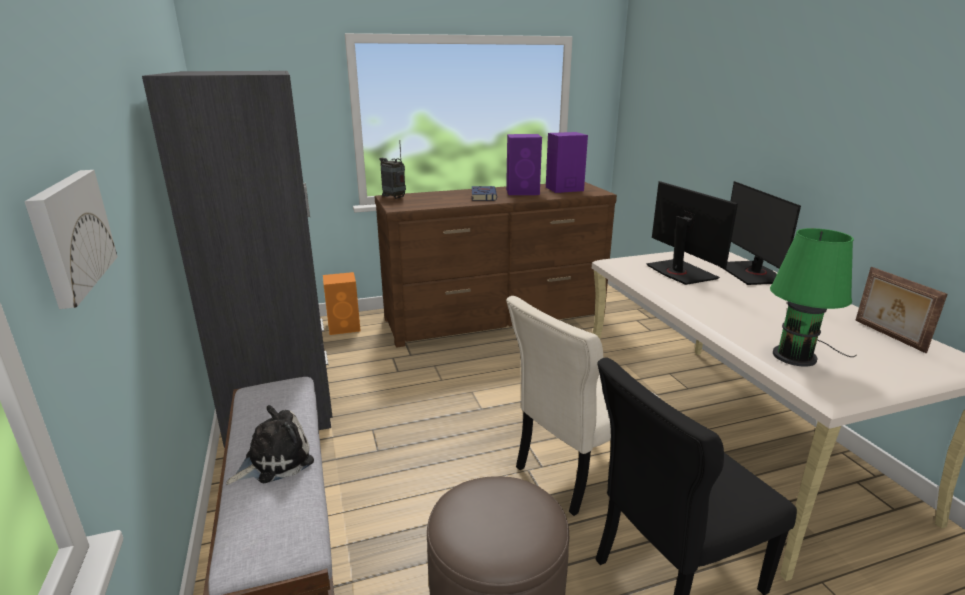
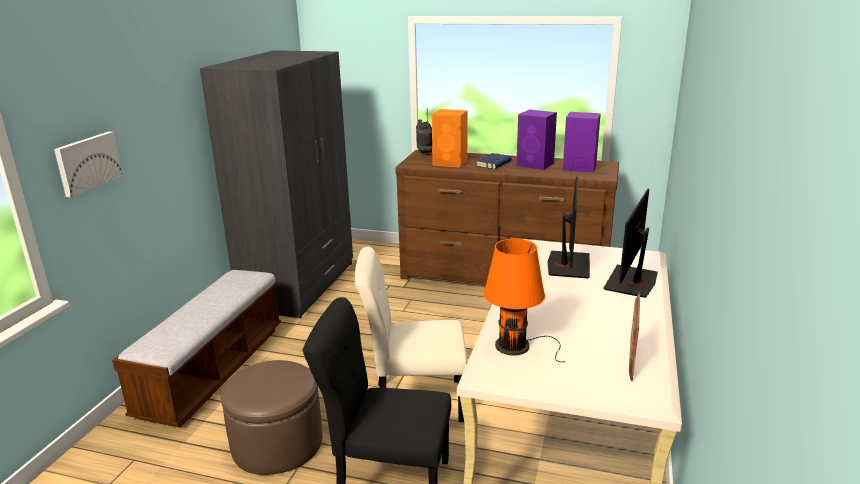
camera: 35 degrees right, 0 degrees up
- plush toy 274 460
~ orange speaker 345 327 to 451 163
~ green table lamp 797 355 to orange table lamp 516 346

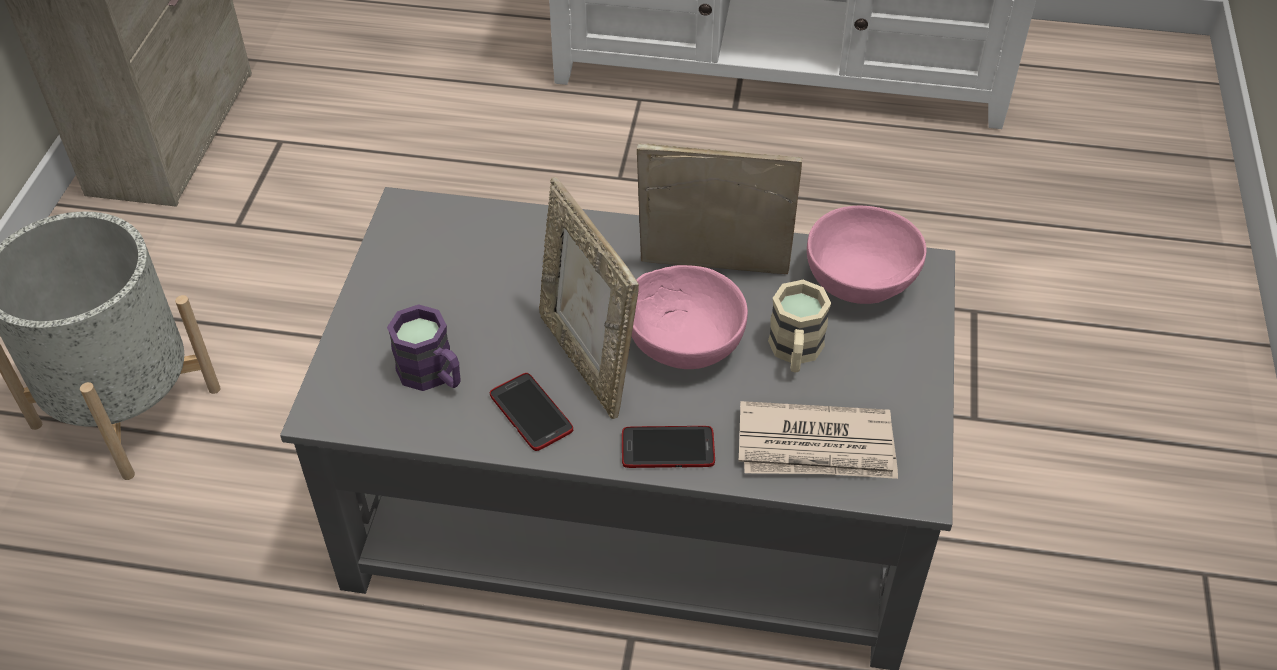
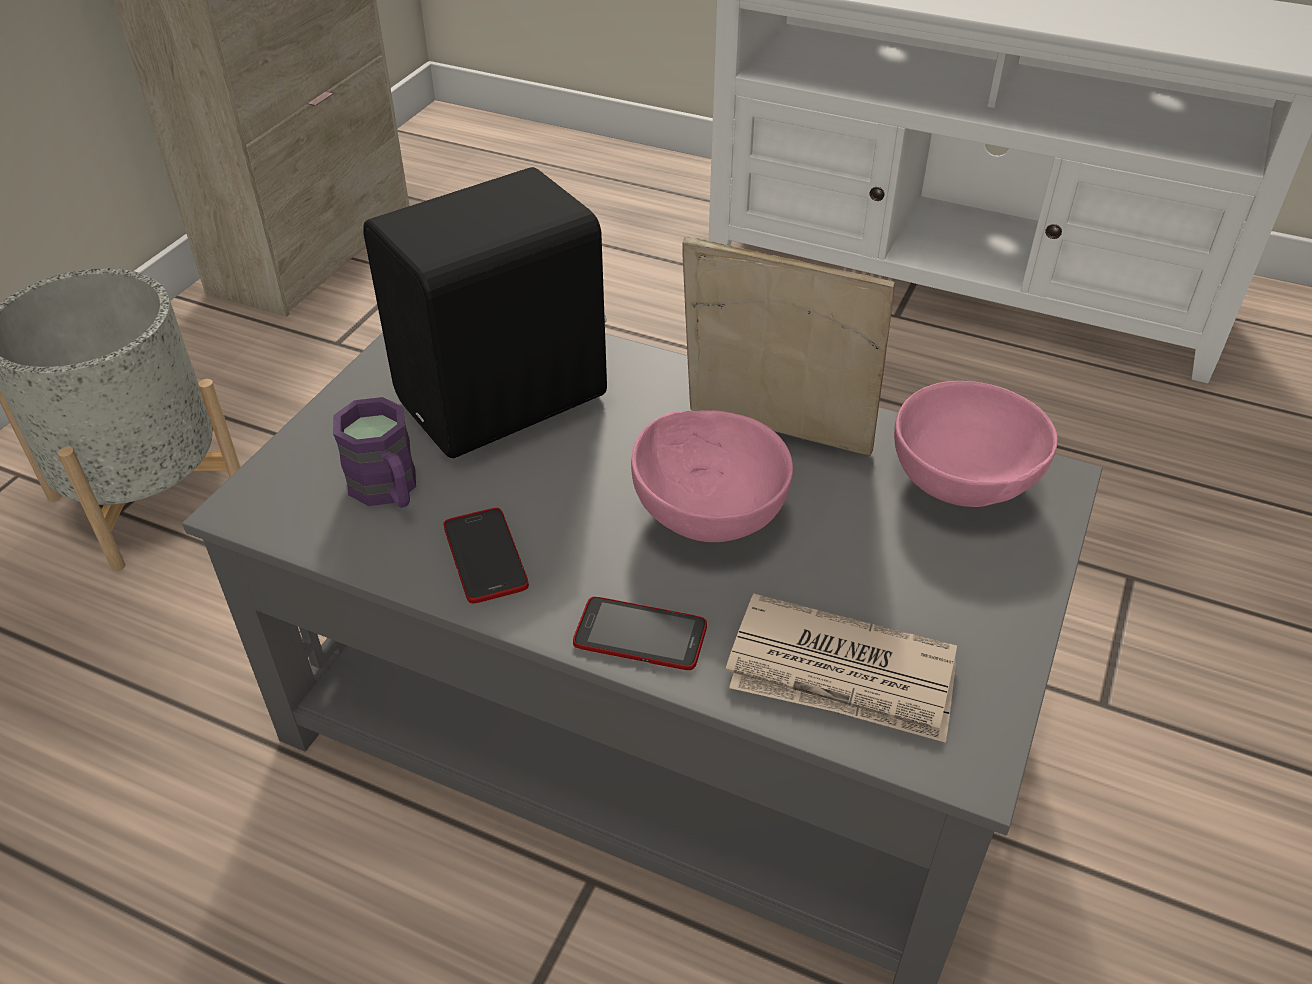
camera: 15 degrees right, 5 degrees down
- picture frame 587 360
- beige mug 795 353
+ black speaker 507 401

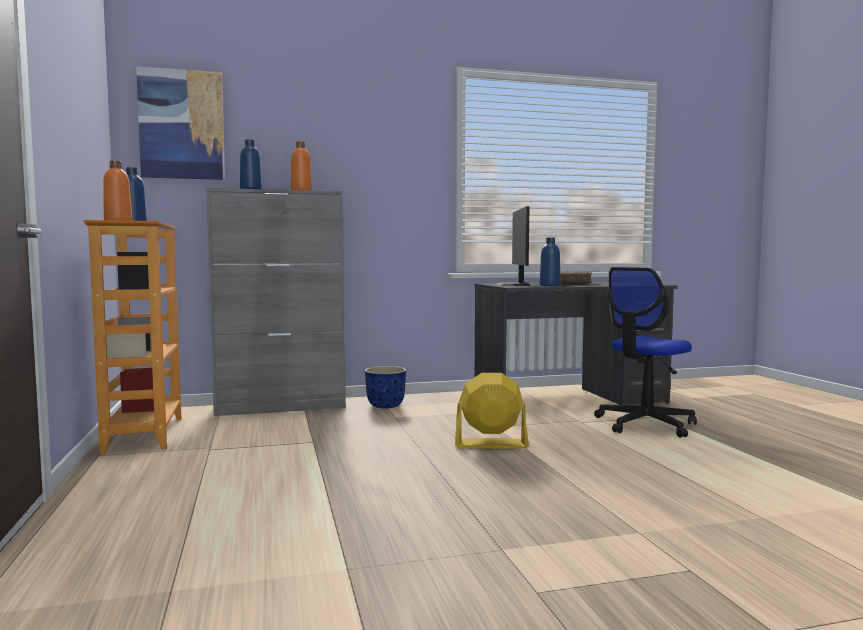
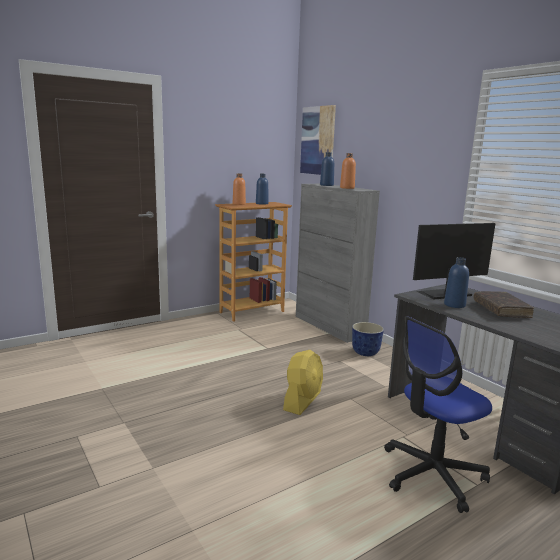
camera: 70 degrees right, 10 degrees up
~ yellow fan 490 444 = 302 401 45 degrees clockwise
~ office chair 645 424 = 432 474 60 degrees counterclockwise

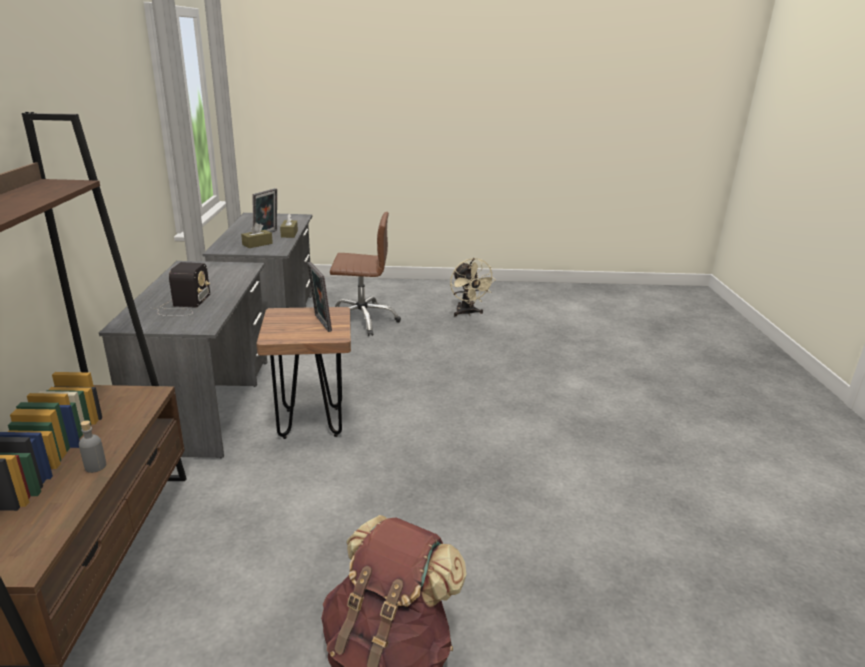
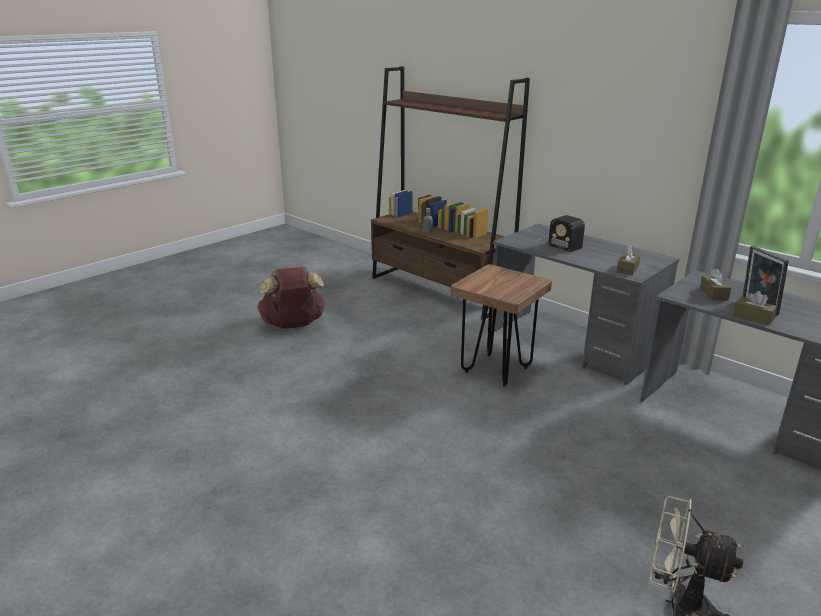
camera: 135 degrees right, 0 degrees up
- picture frame 320 323
- brown office chair 362 320
+ brown tissue box 627 269

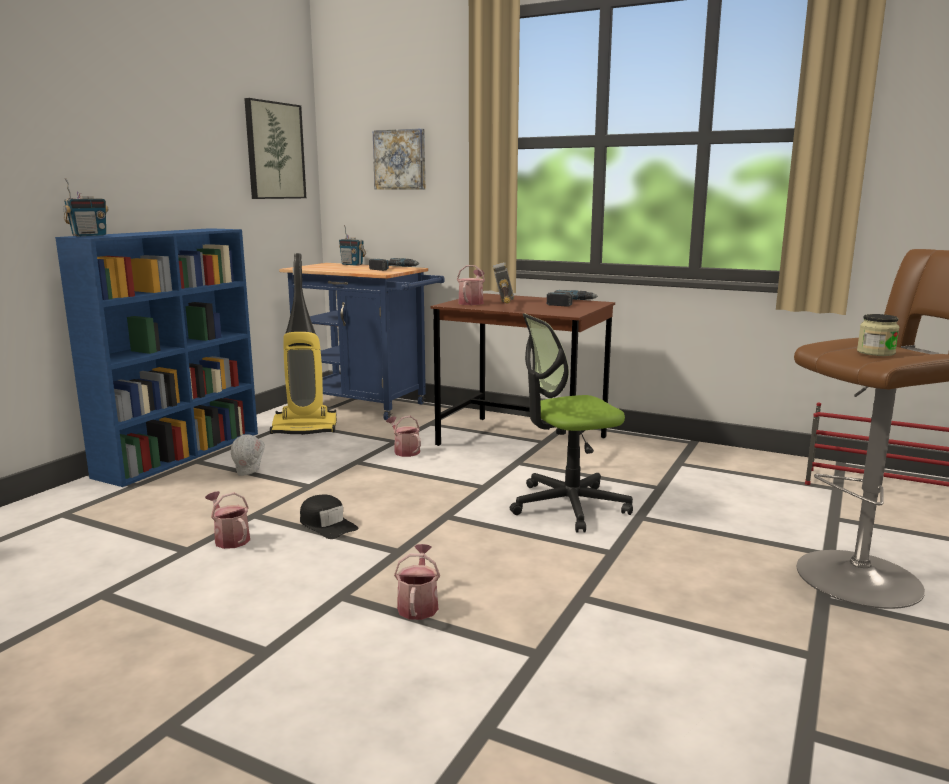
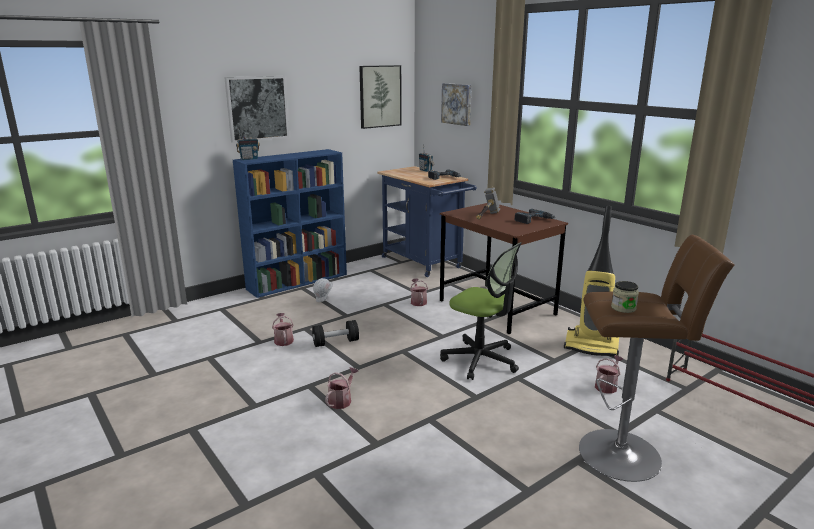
camera: 25 degrees right, 5 degrees up
+ picture 257 108
~ vacuum cleaner 305 428 to 592 346
~ watering can 472 302 to 607 386
~ black cap 327 525 to black dumbbell 336 342
~ office chair 568 506 = 480 360 150 degrees counterclockwise

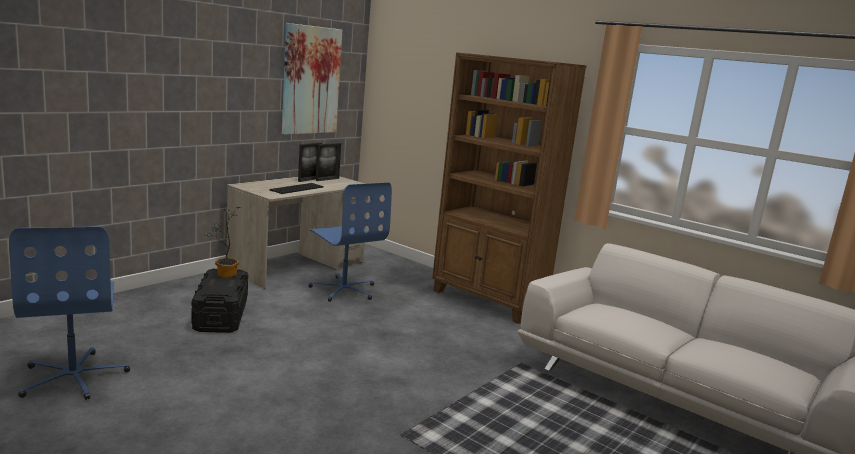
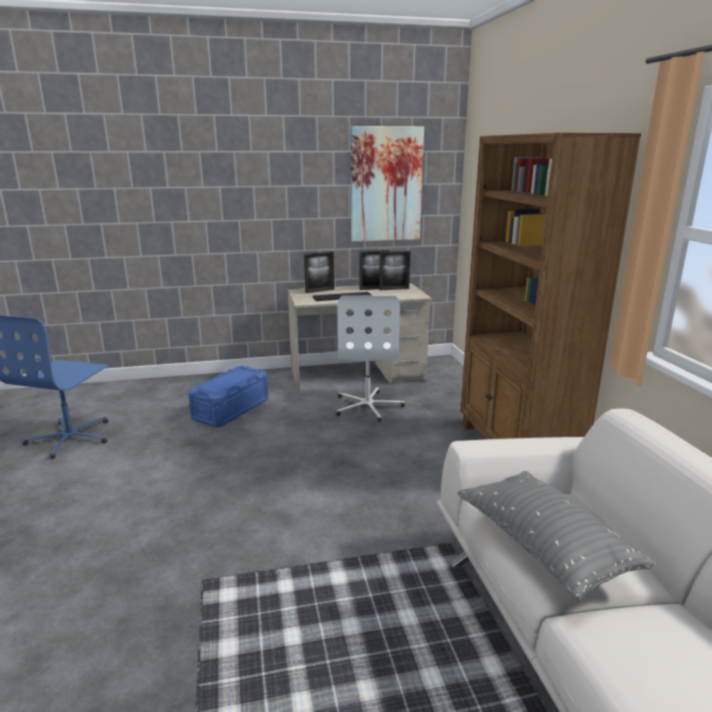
camera: 40 degrees right, 5 degrees up
- potted plant 224 275
+ picture frame 319 291
+ grey pillow 544 547
~ black storage box 221 315 to blue storage box 231 409
~ blue office chair 344 290 to white office chair 368 406

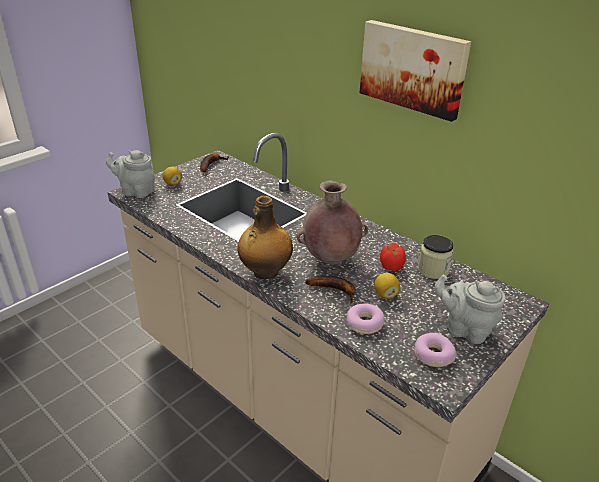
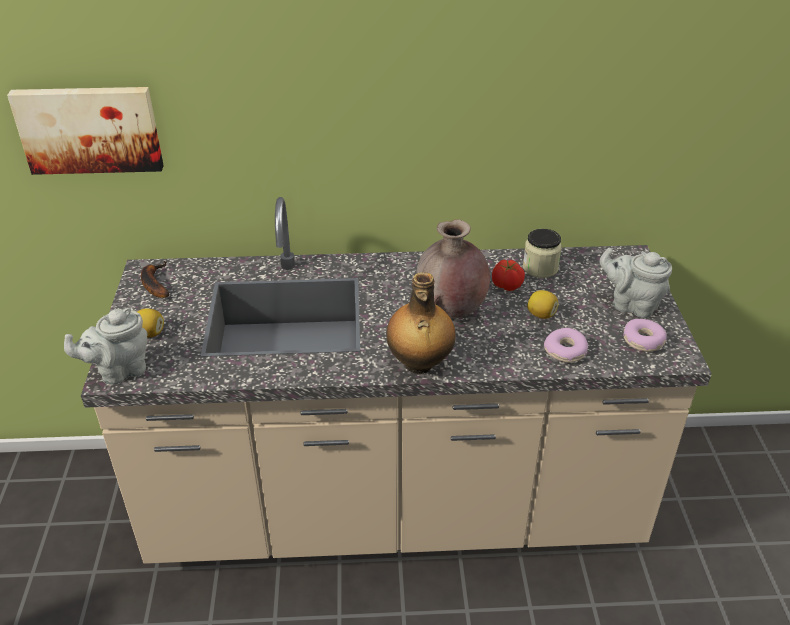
camera: 45 degrees left, 5 degrees up
- banana 335 290
~ picture 413 68 to 90 128
~ grey teapot 464 329 = 631 305 45 degrees clockwise

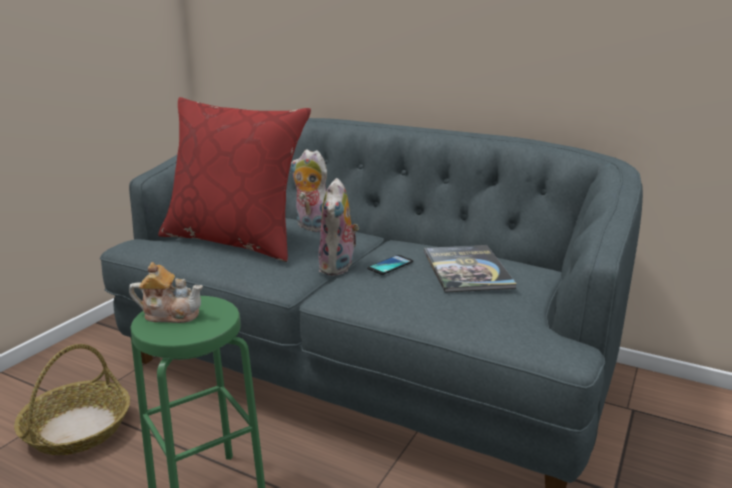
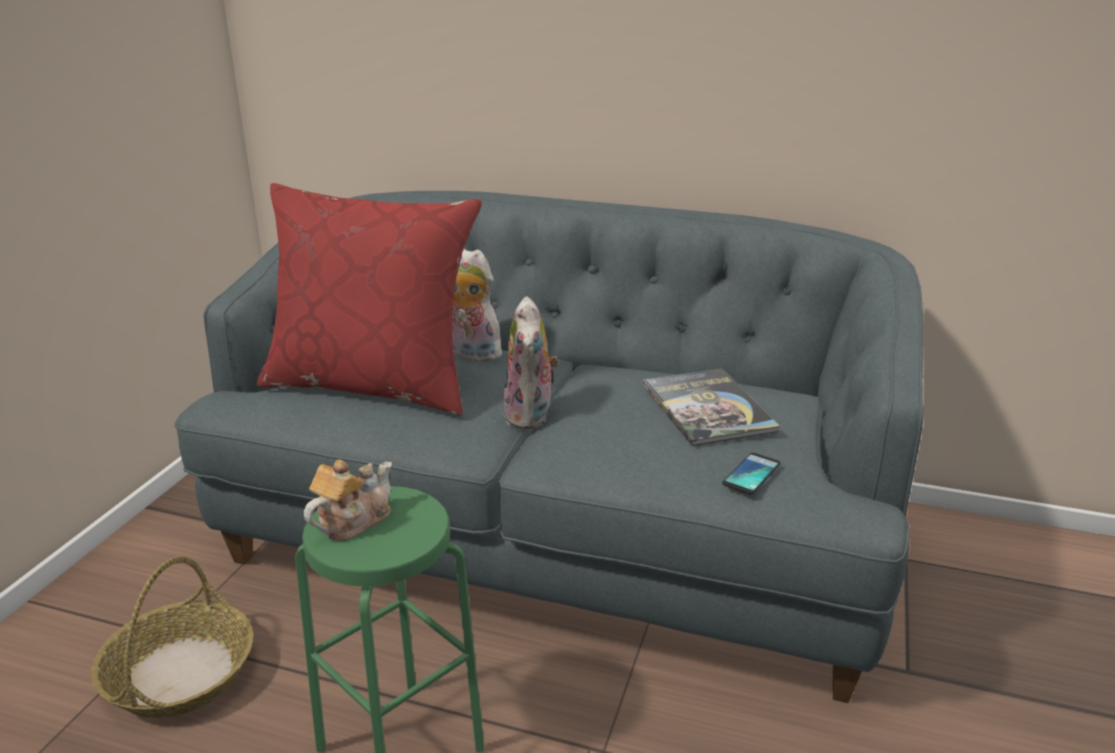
camera: 10 degrees left, 5 degrees up
~ phone 390 265 to 751 474
~ teapot 170 314 = 352 521 45 degrees counterclockwise

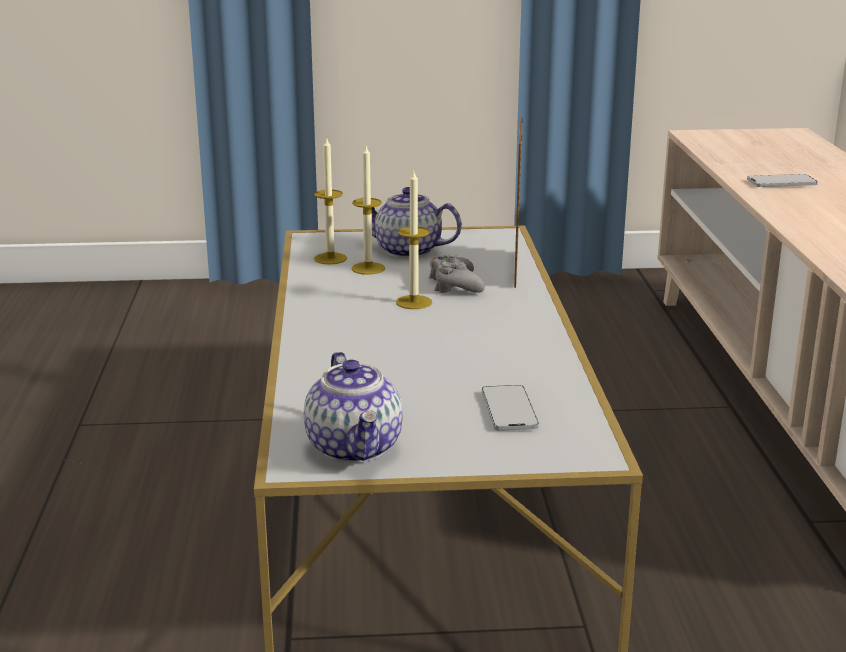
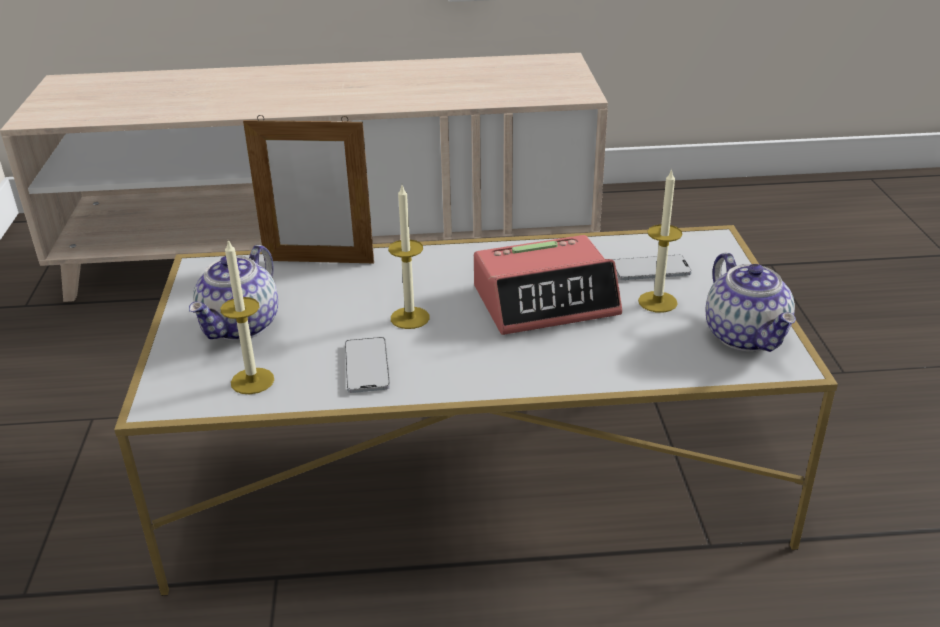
camera: 90 degrees left, 10 degrees up
- grey game controller 455 285
+ alarm clock 546 300
~ candle 368 268 to 657 302
~ phone 781 182 to 367 366
~ teapot 356 448 = 746 336 90 degrees clockwise

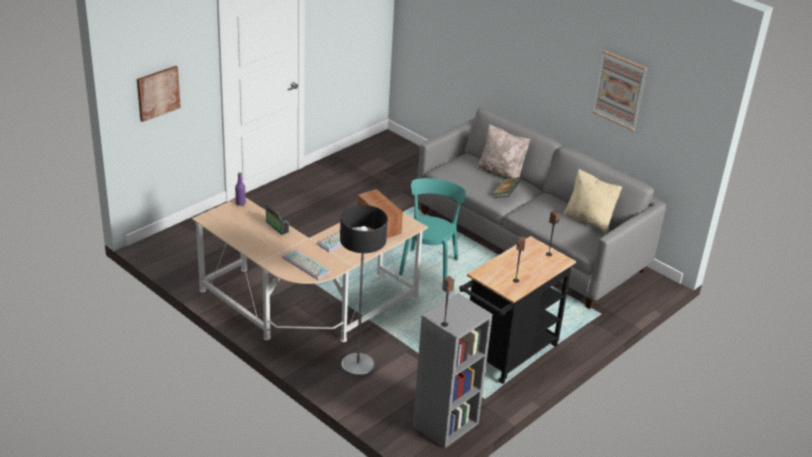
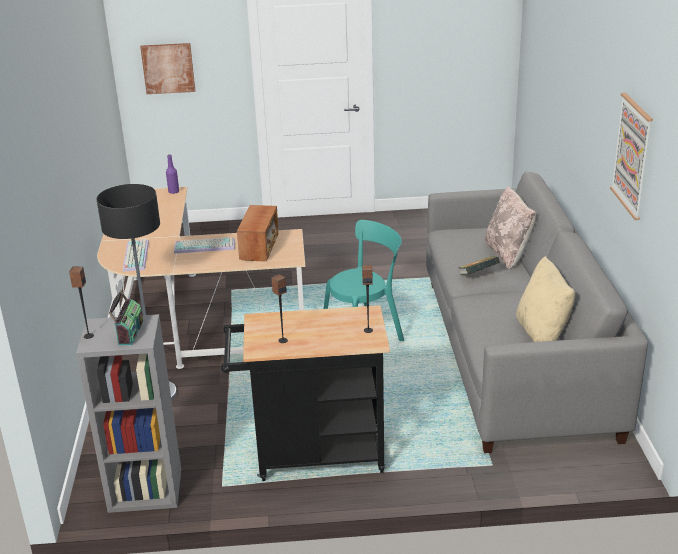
camera: 45 degrees right, 5 degrees down
~ radio 276 227 to 129 332

